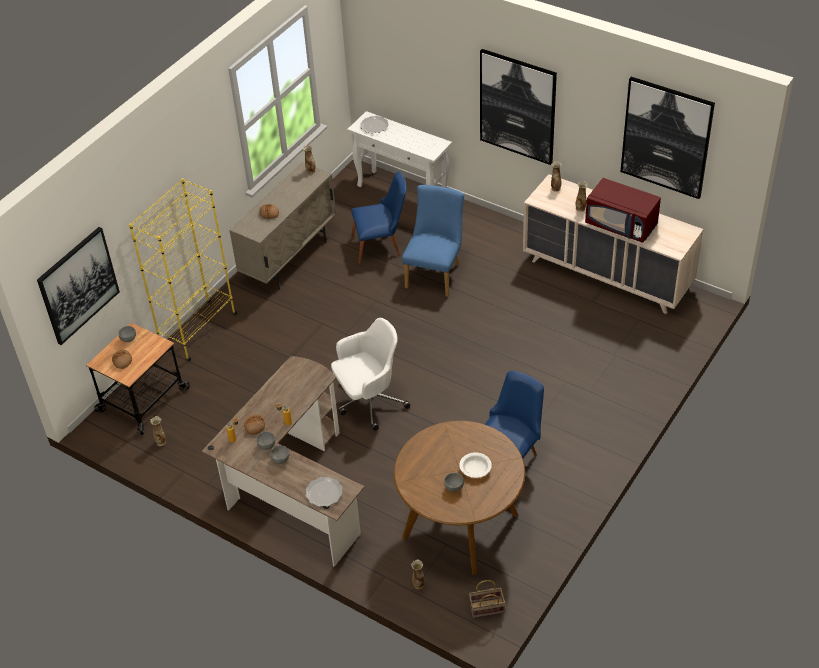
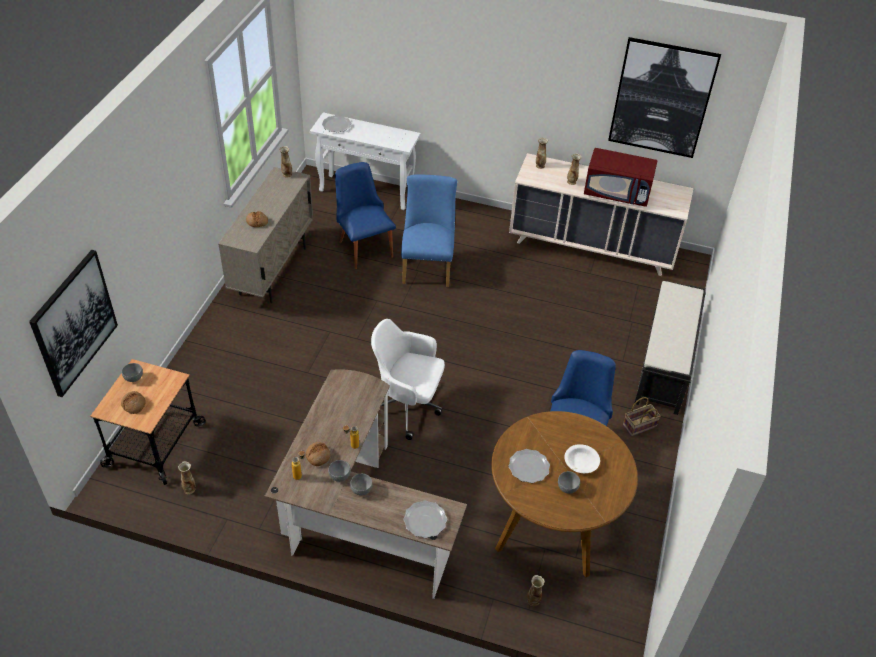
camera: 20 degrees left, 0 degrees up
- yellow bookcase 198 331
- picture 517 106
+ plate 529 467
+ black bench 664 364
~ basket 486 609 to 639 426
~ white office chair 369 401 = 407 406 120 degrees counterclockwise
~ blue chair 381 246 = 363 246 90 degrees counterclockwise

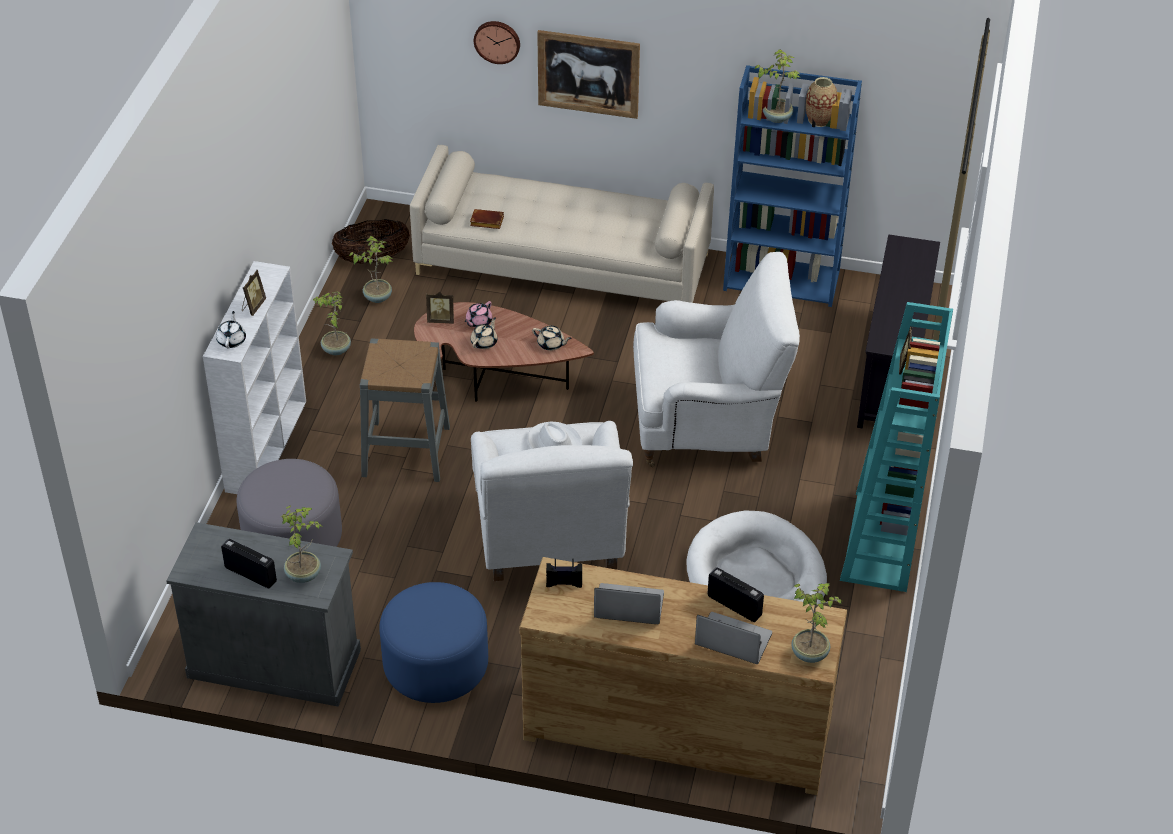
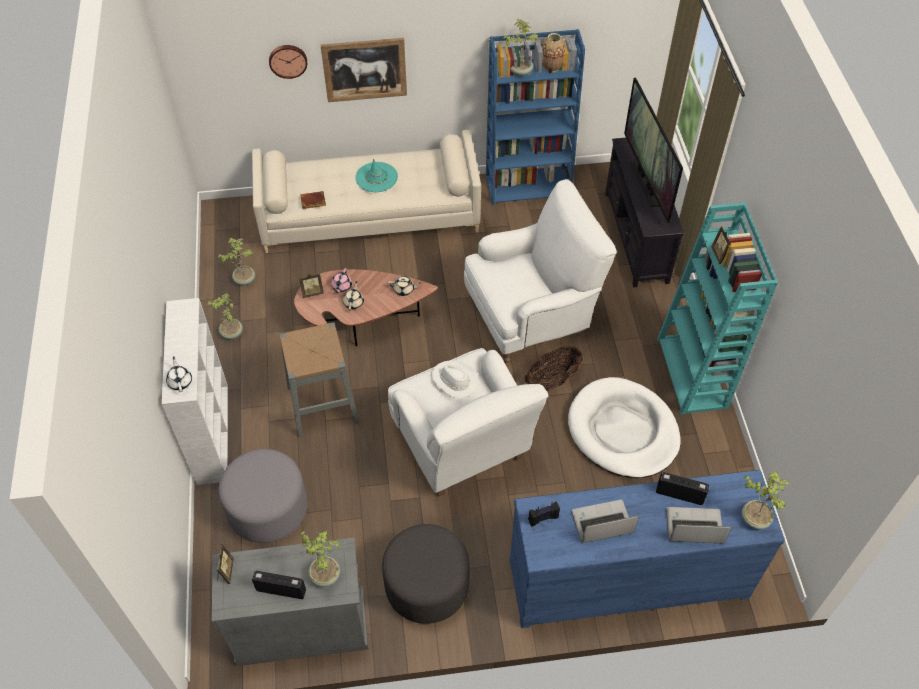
camera: 20 degrees left, 10 degrees up
+ turquoise hat 376 177
+ television 646 182
~ picture frame 253 306 to 225 571
~ basket 372 259 to 552 380
~ blue ottoman 435 665 to grey ottoman 427 585
~ brown dresser 676 729 to blue dresser 627 578

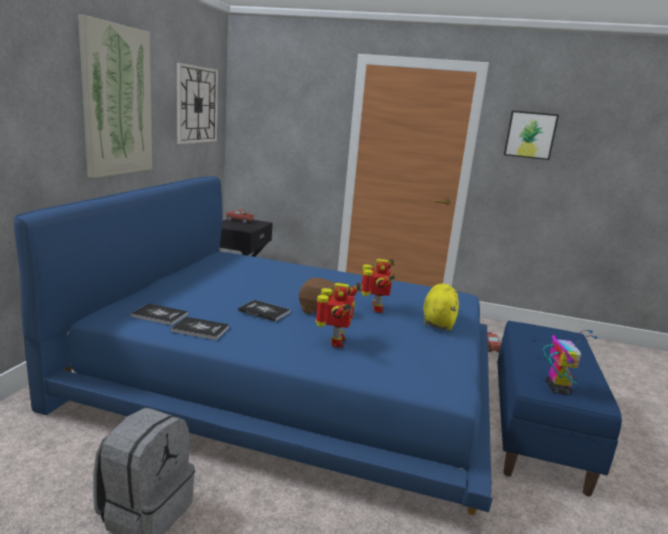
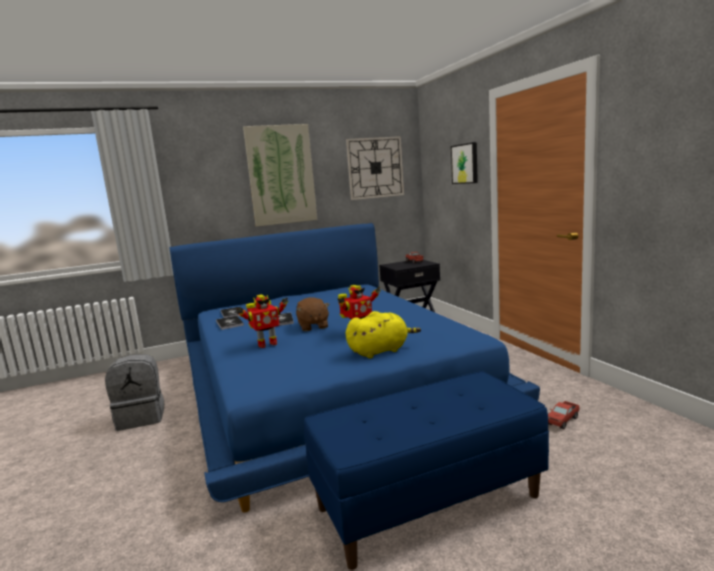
camera: 55 degrees right, 5 degrees down
- toy robot 557 388
~ picture 530 135 to 465 163

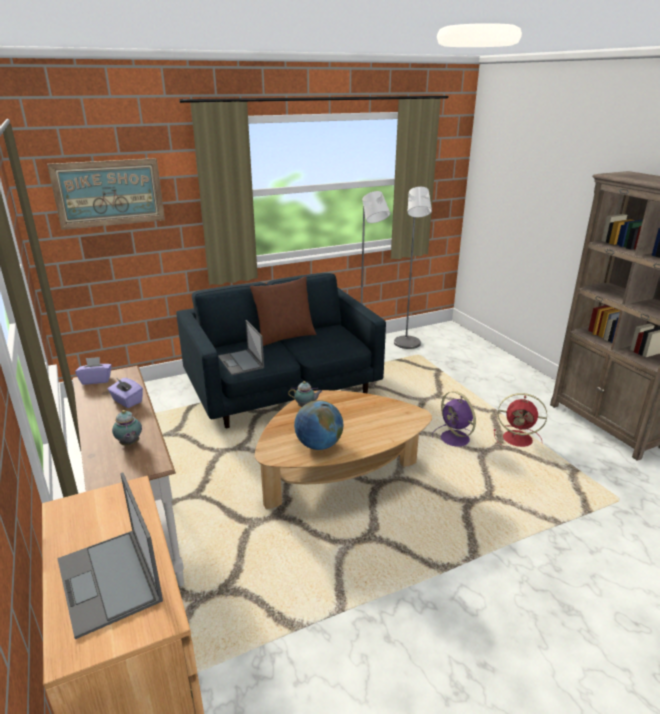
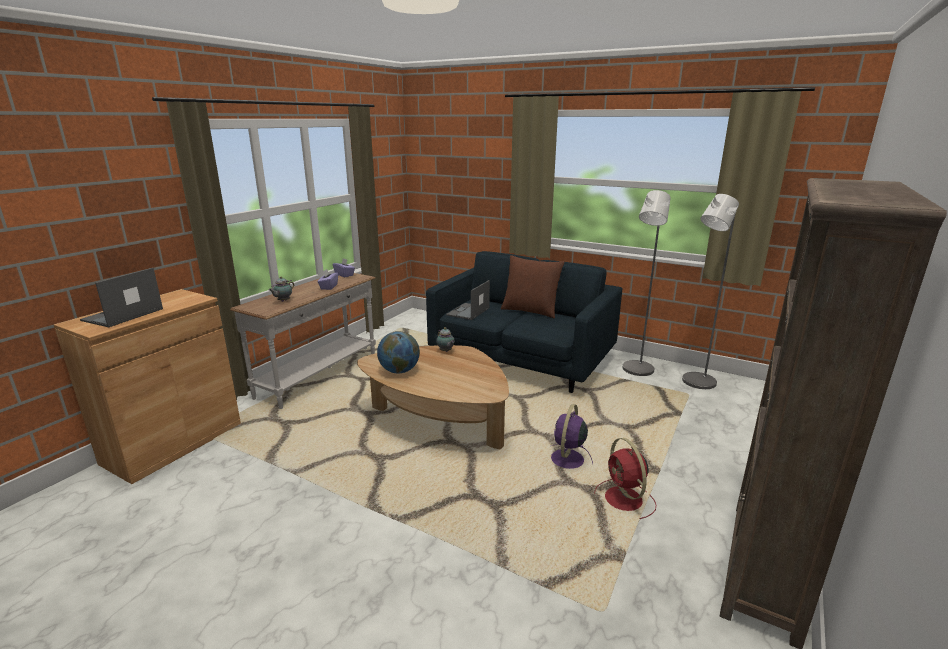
camera: 55 degrees right, 5 degrees down
- picture 109 193

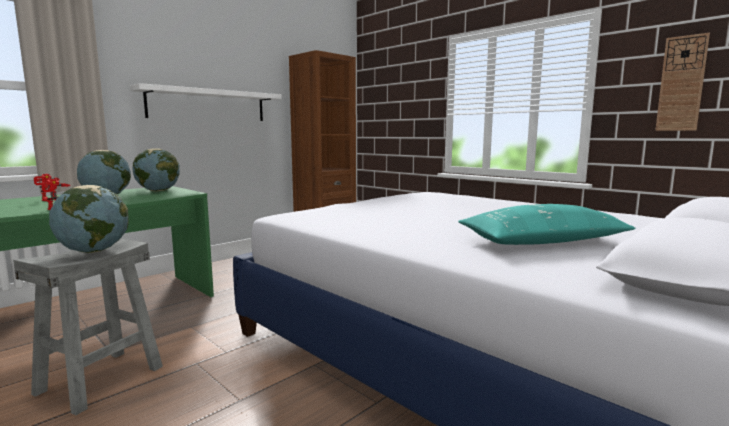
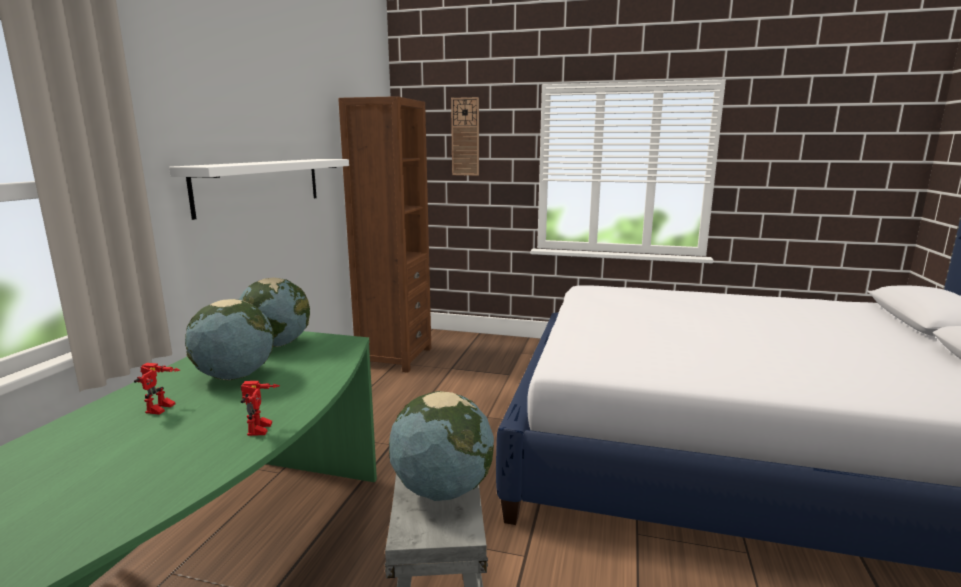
camera: 30 degrees left, 5 degrees up
- turquoise pillow 542 242
~ wall clock 681 84 to 465 137

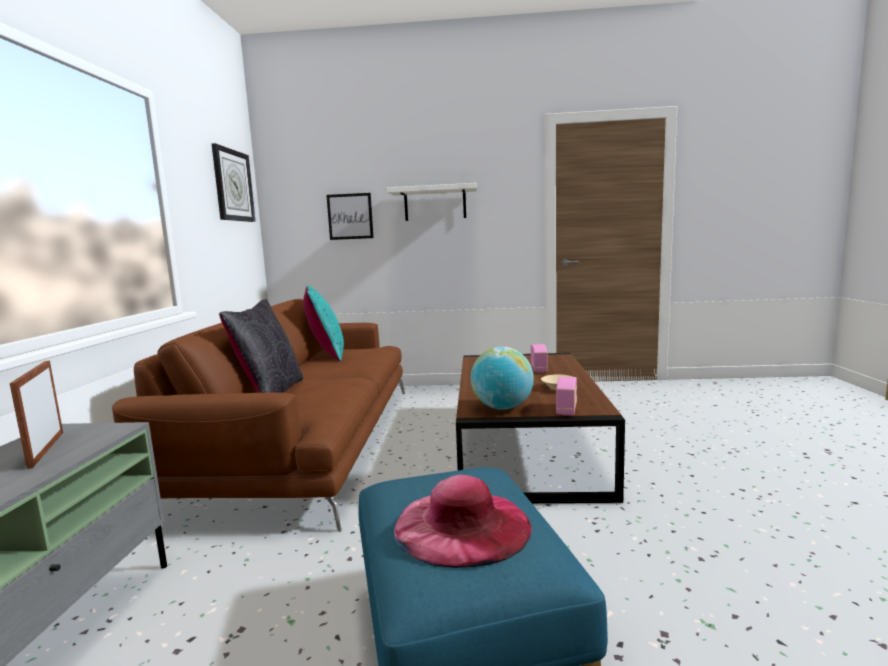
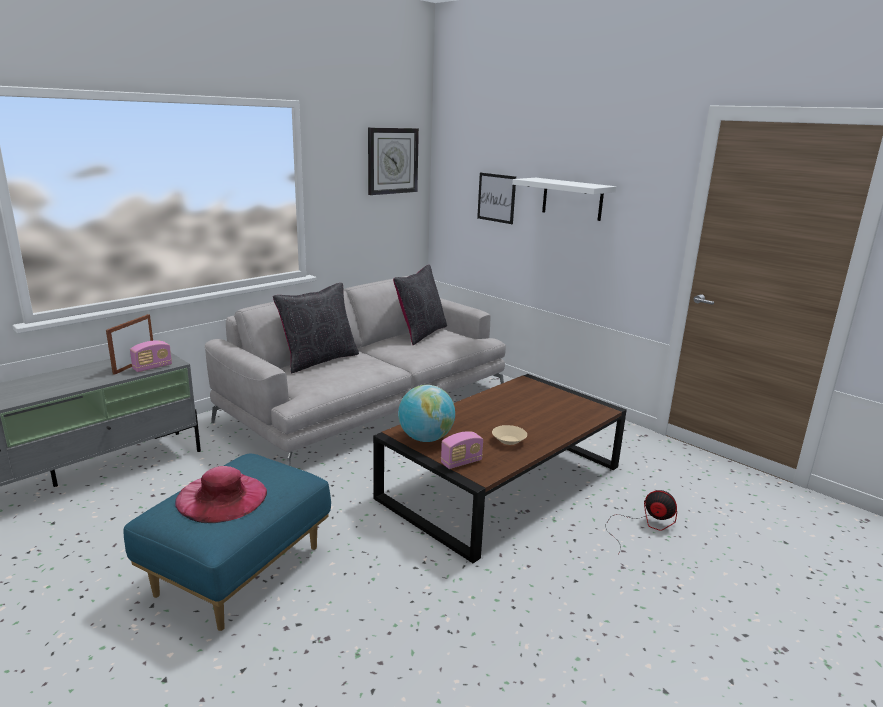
camera: 40 degrees right, 10 degrees up
+ fan 643 525
~ radio 539 369 to 152 367
~ brown sofa 306 442 to grey sofa 368 404
~ turquoise pillow 326 354 to black pillow 421 333

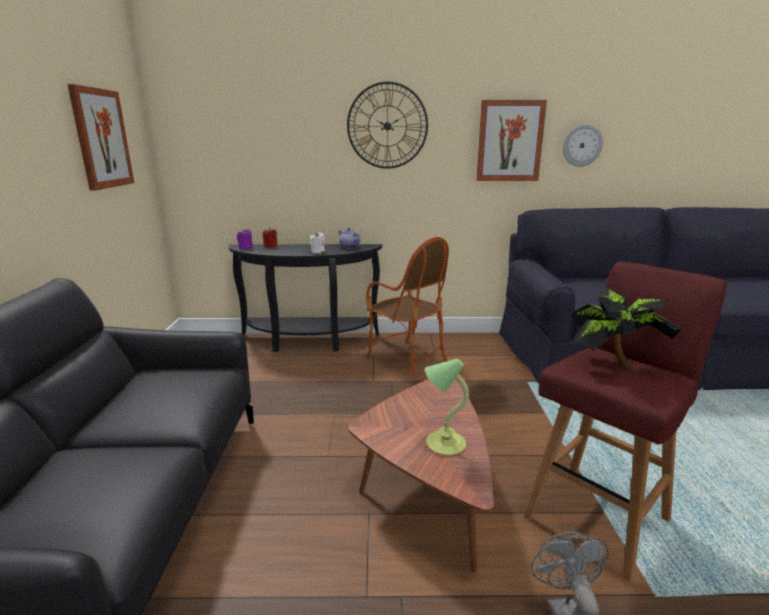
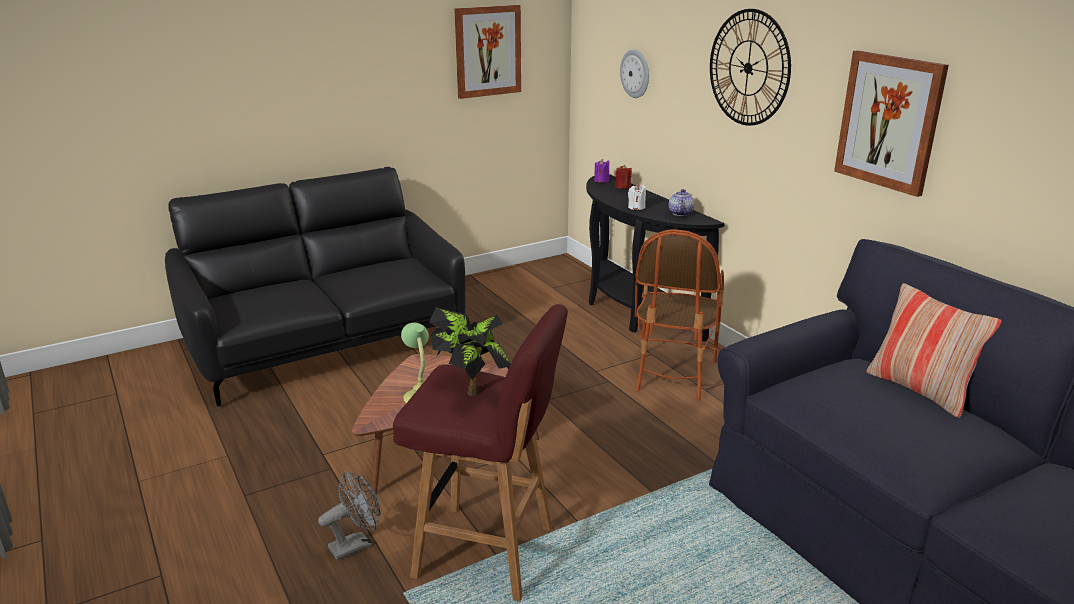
camera: 60 degrees right, 5 degrees up
+ pillow 920 390
~ wall clock 582 145 to 635 73

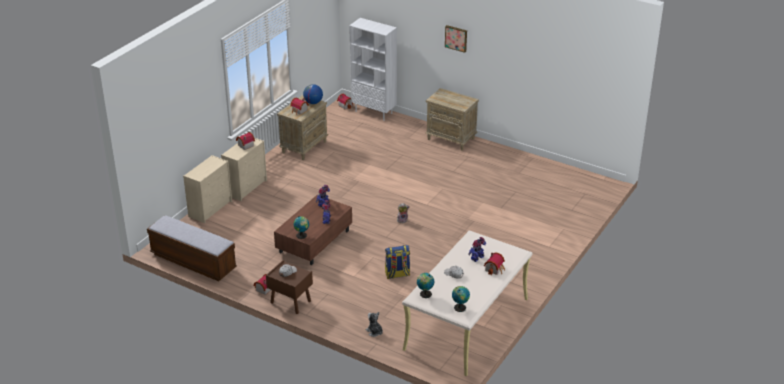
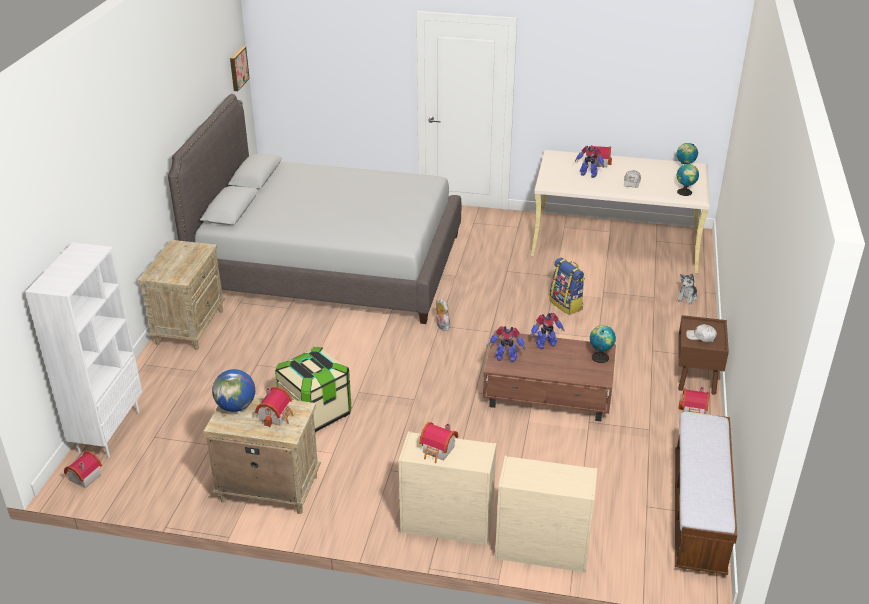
camera: 110 degrees left, 0 degrees up
+ grey bed 329 264
+ storage box 315 412
~ picture 456 38 to 237 68

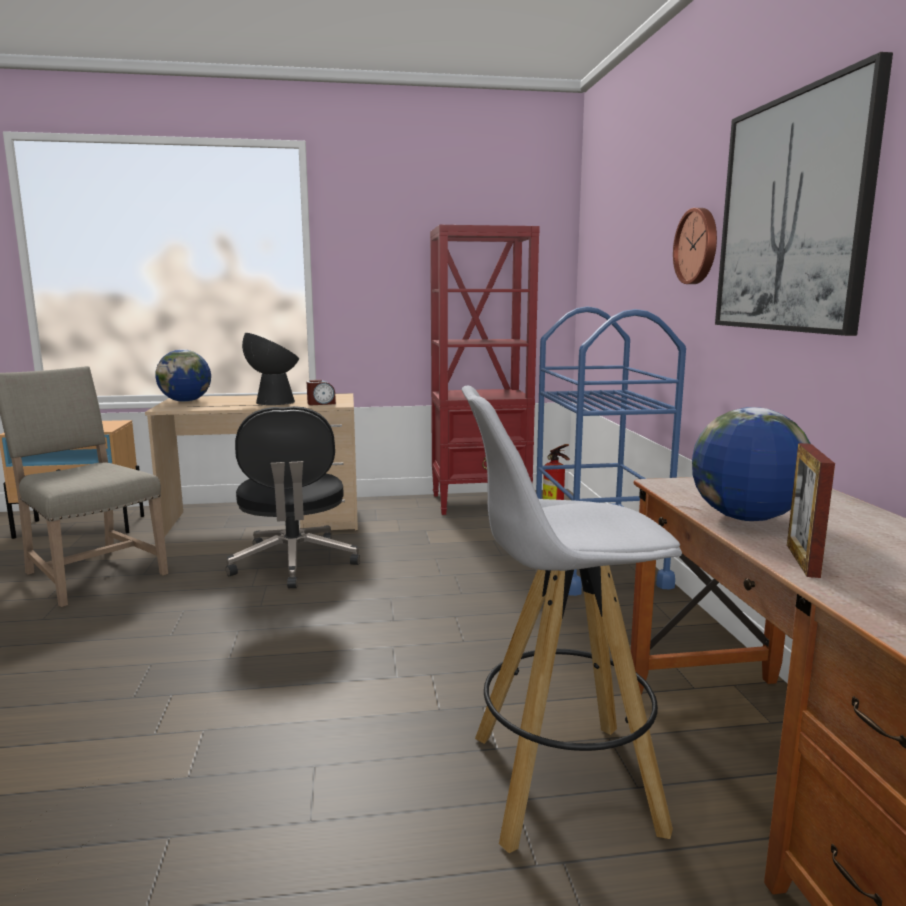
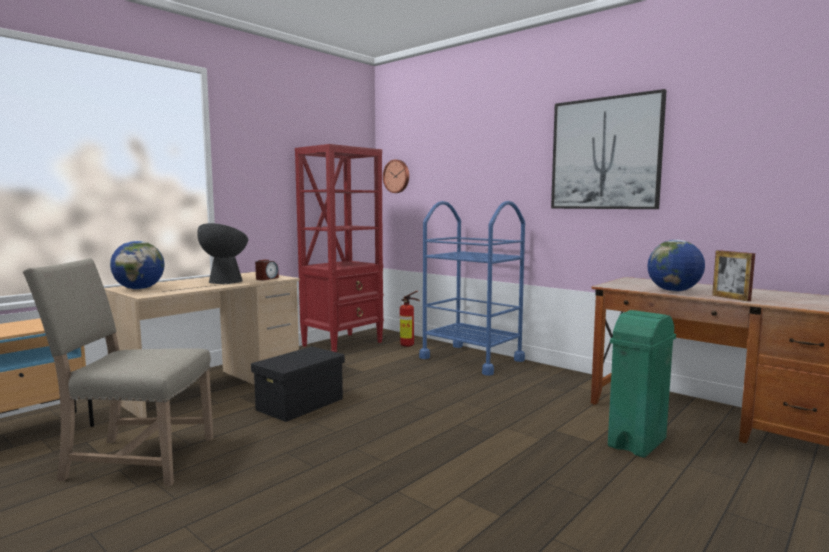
camera: 40 degrees left, 5 degrees down
~ wall clock 698 246 to 397 176
~ black office chair 294 563 to black storage box 300 404
~ white stool 559 783 to green trash can 636 443

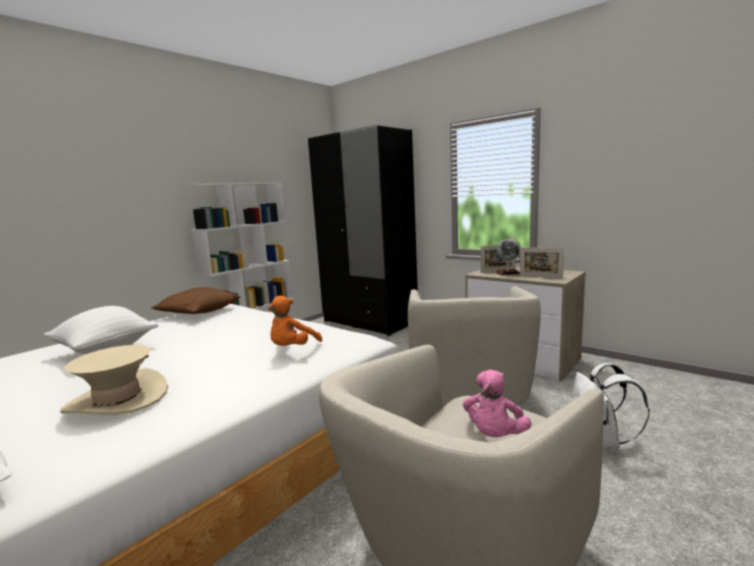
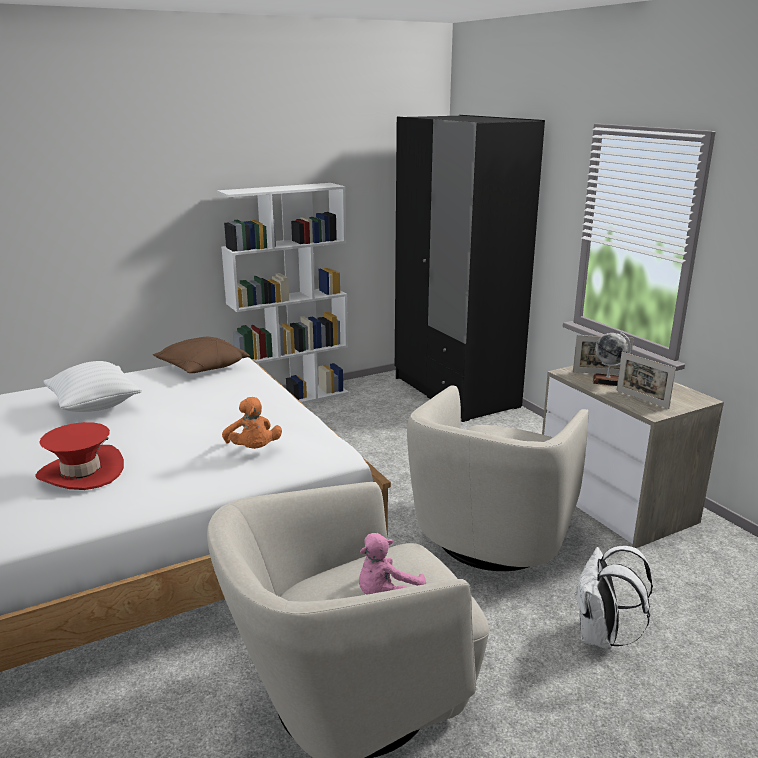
camera: 20 degrees right, 10 degrees up
~ beige hat 118 400 to red hat 81 472
~ orange plush toy 293 349 = 253 449 75 degrees counterclockwise

